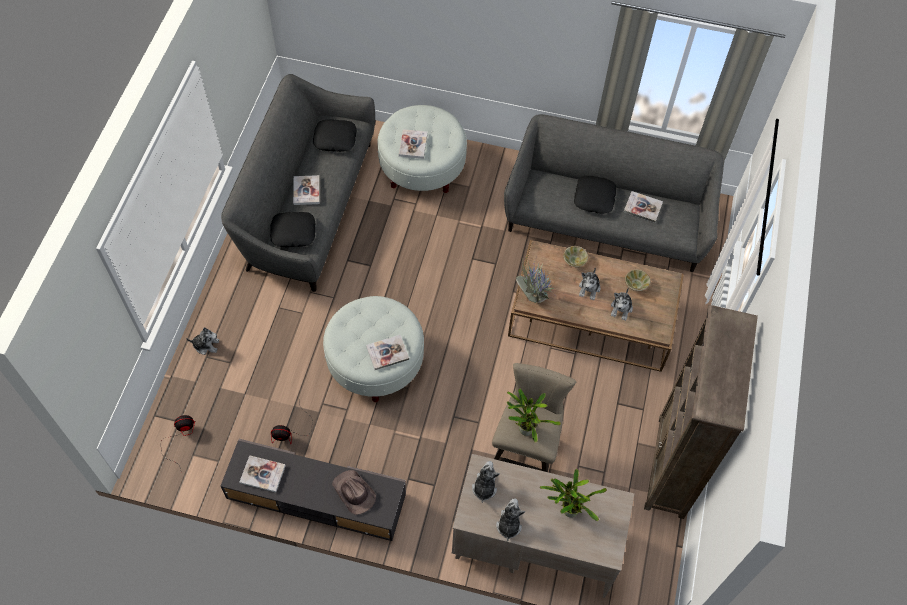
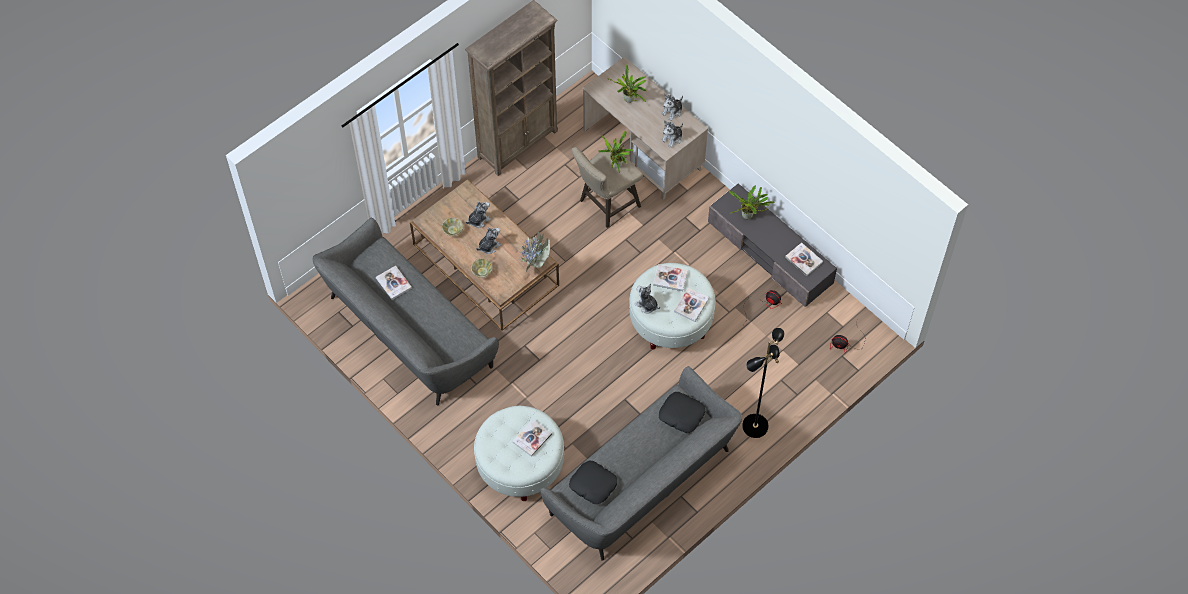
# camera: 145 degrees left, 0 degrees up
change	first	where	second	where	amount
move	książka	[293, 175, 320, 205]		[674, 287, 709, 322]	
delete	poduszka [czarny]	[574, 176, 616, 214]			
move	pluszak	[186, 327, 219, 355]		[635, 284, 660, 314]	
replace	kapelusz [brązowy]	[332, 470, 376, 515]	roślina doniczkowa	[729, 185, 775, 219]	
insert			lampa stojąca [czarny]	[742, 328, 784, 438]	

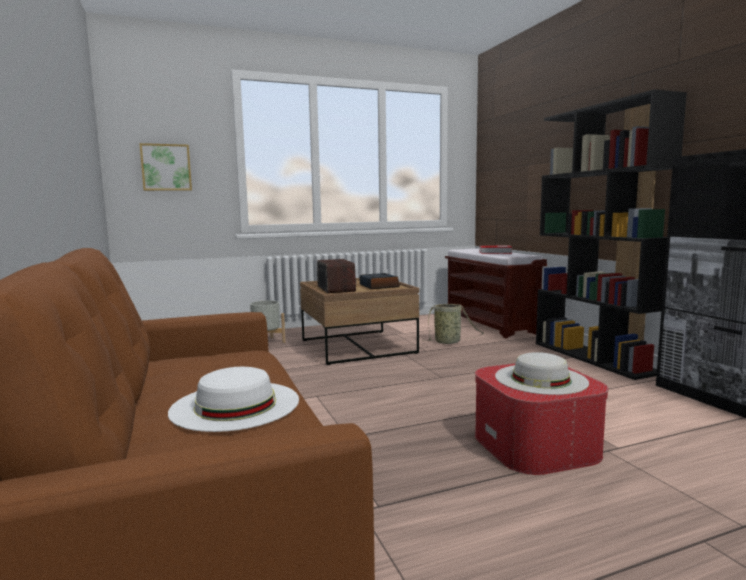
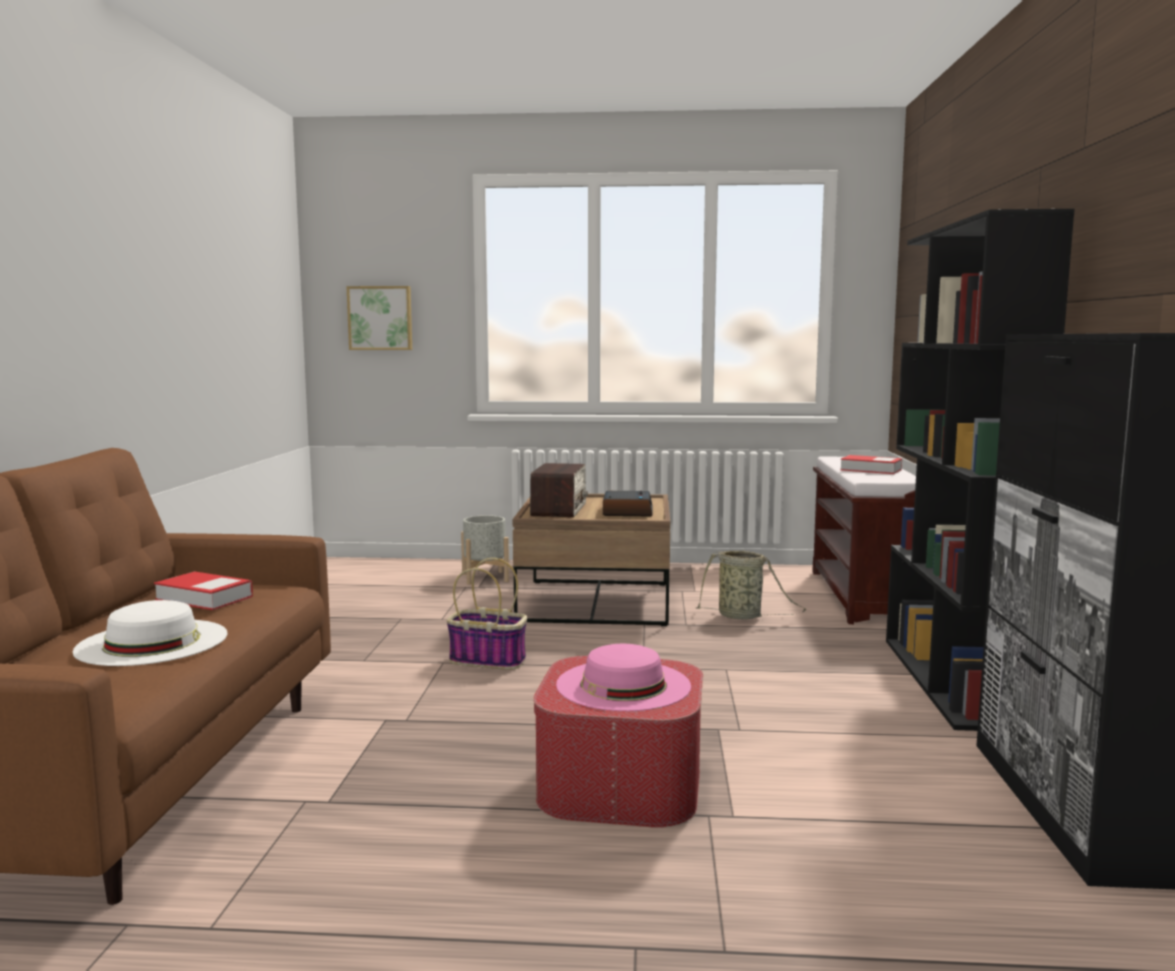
# camera: 25 degrees right, 0 degrees up
change	first	where	second	where	amount
recolor	kapelusz [biały]	[495, 352, 589, 395]	kapelusz [różowy]	[556, 644, 691, 711]	
insert			koszyk	[446, 558, 527, 670]	
insert			książka	[154, 571, 253, 610]	

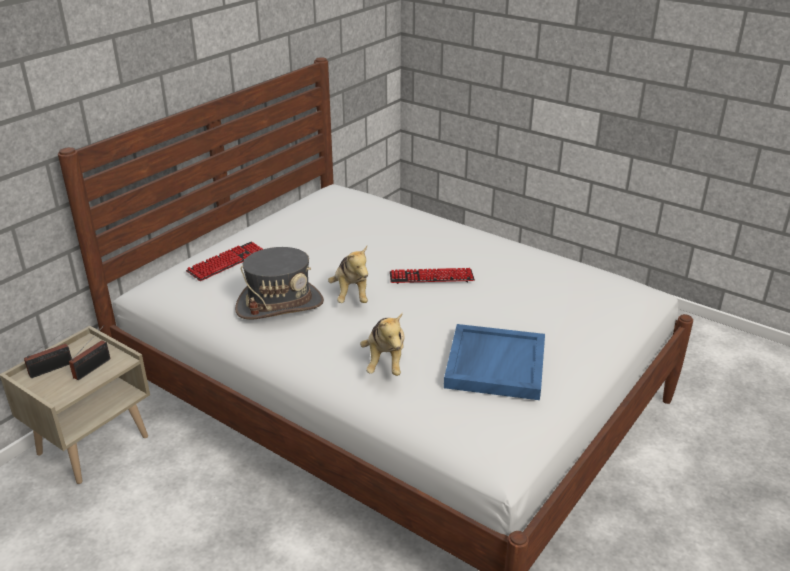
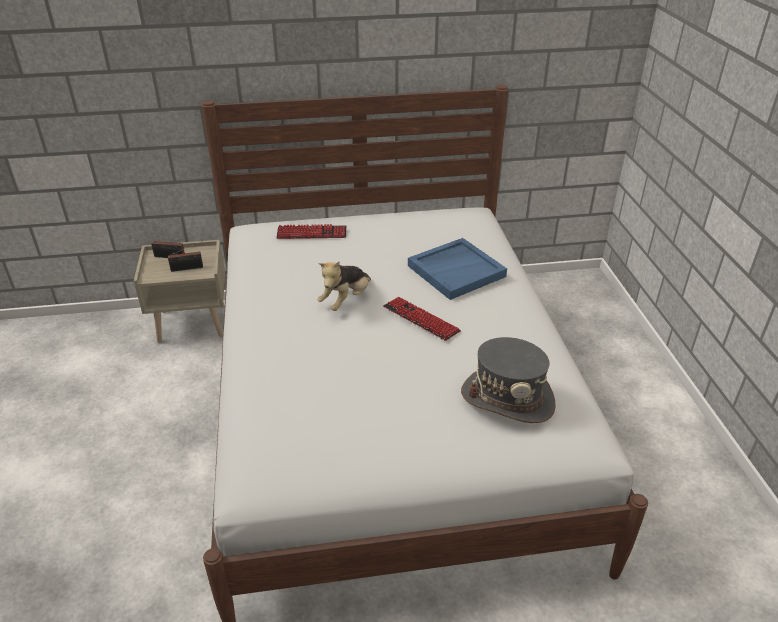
# camera: 45 degrees right, 5 degrees up
change	first	where	second	where	amount
move	kapelusz [szary]	[235, 247, 324, 320]		[461, 337, 555, 423]	
delete	pluszak	[360, 313, 405, 376]			
move	taca [niebieski]	[444, 324, 545, 400]		[408, 238, 507, 300]	

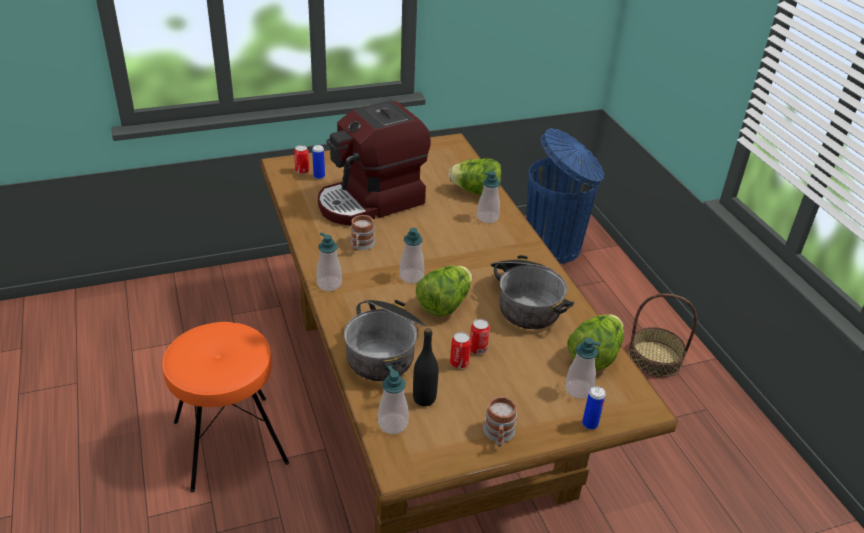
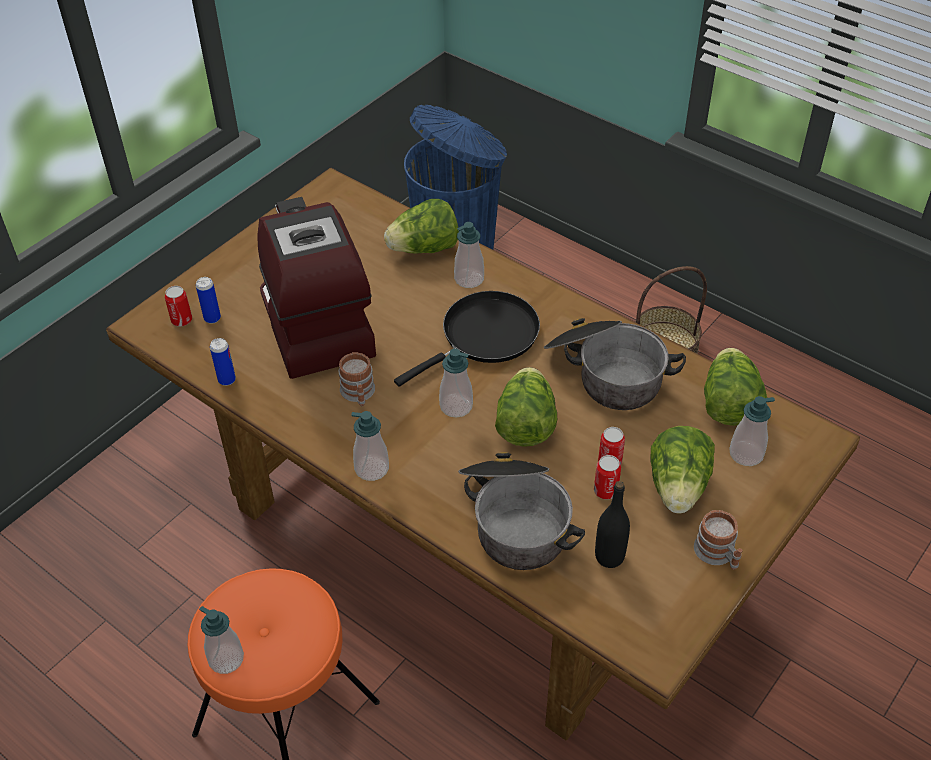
# camera: 30 degrees left, 10 degrees up
change	first	where	second	where	amount
rotate	ekspres do kawy	[318, 100, 431, 225]		[258, 197, 376, 379]	135 degrees clockwise
move	dozownik mydła	[378, 366, 408, 434]		[199, 606, 244, 674]	
move	puszka	[582, 386, 606, 430]		[210, 338, 236, 386]	
insert			patelnia [czarny]	[394, 291, 540, 386]	
insert			sałata	[650, 426, 715, 513]	

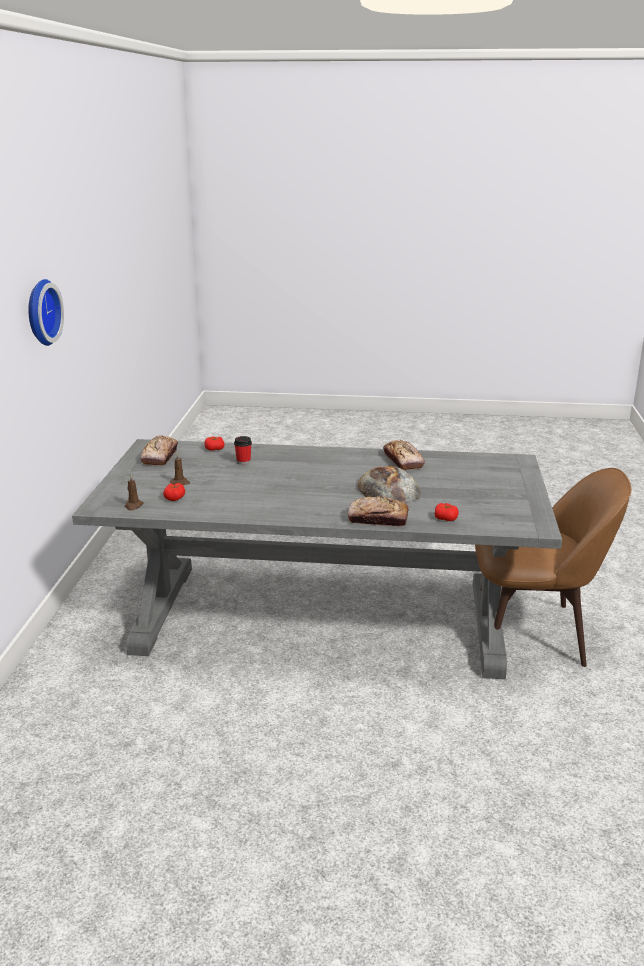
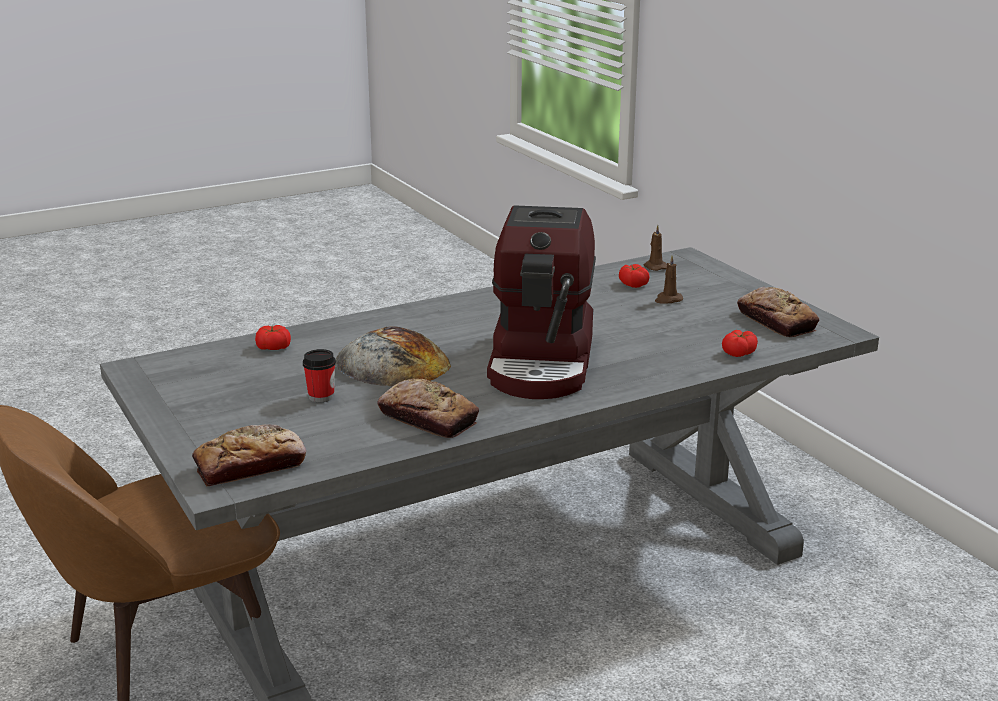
# camera: 145 degrees right, 0 degrees up
change	first	where	second	where	amount
delete	zegar ścienny	[28, 279, 64, 346]			
move	filiżanka	[234, 436, 252, 465]		[303, 349, 336, 402]	
move	chleb	[348, 496, 409, 527]		[192, 424, 306, 486]	
insert			ekspres do kawy	[487, 205, 596, 399]	

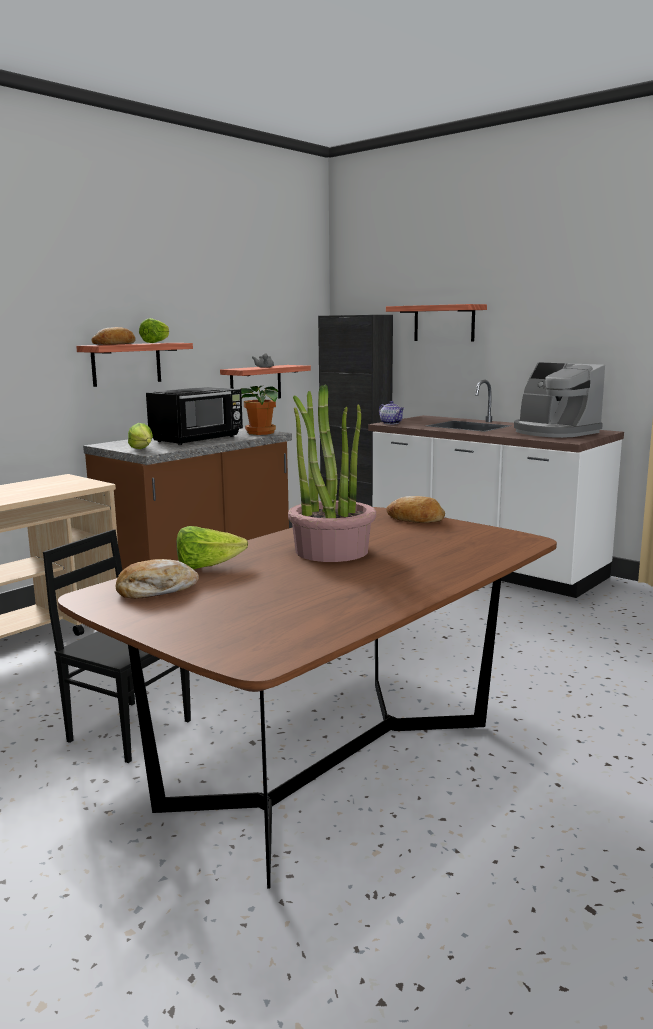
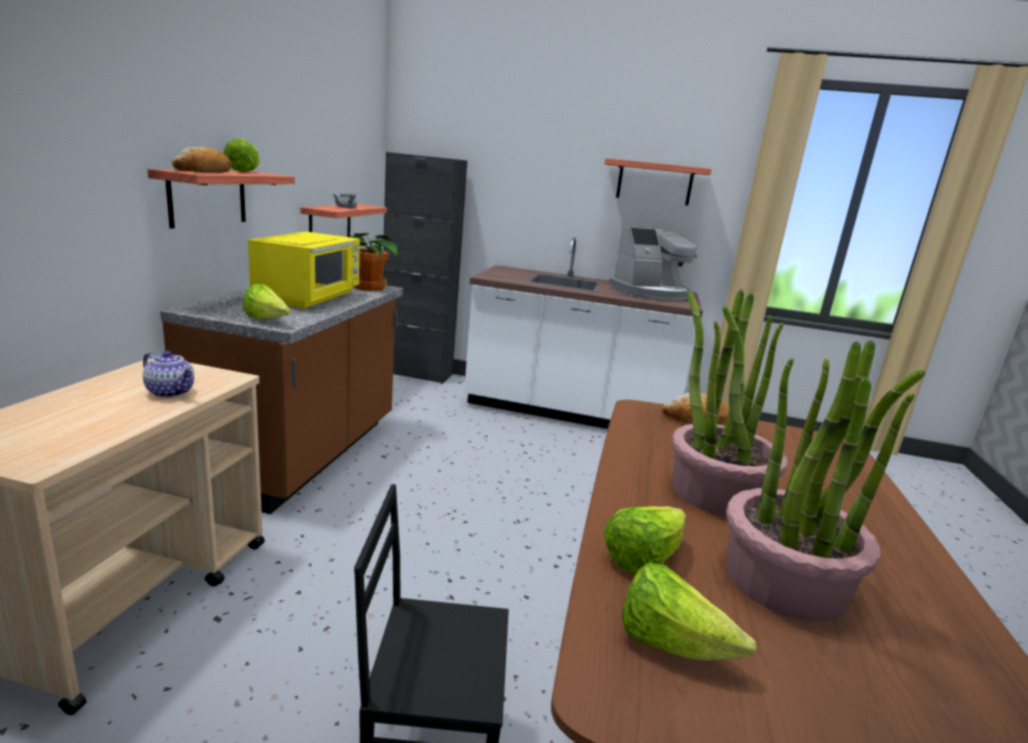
# camera: 30 degrees left, 5 degrees up
change	first	where	second	where	amount
move	półka	[386, 304, 487, 341]		[604, 158, 712, 205]	
rotate	ekspres do kawy	[514, 362, 605, 438]		[609, 227, 697, 301]	45 degrees counterclockwise
recolor	mikrofalówka [czarny]	[146, 387, 243, 445]	mikrofalówka [żółty]	[248, 231, 360, 310]	
move	imbryk	[379, 401, 404, 425]		[143, 351, 194, 398]	
replace	chleb	[115, 559, 199, 599]	sałata	[622, 563, 757, 661]	
insert			roślina doniczkowa	[726, 340, 926, 622]	

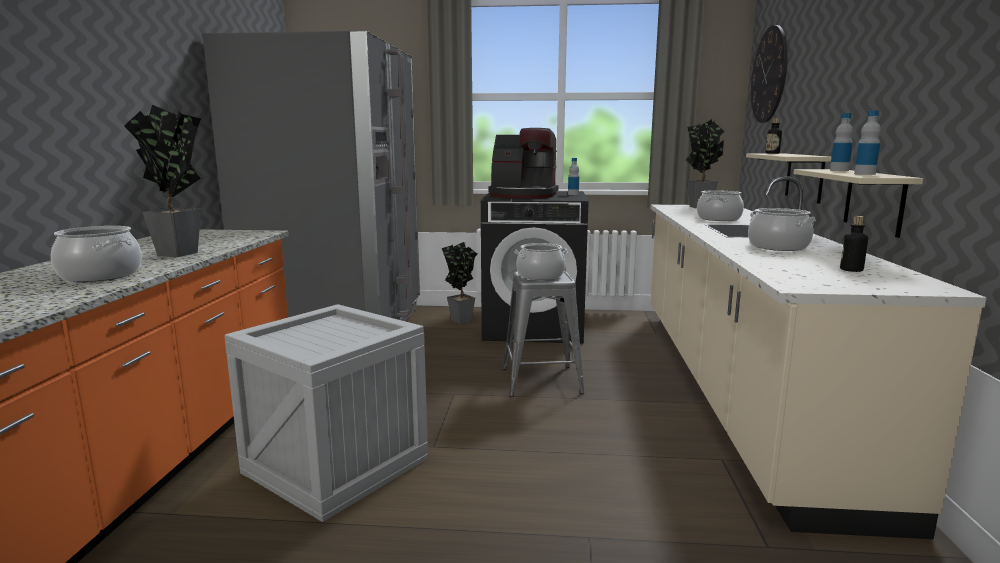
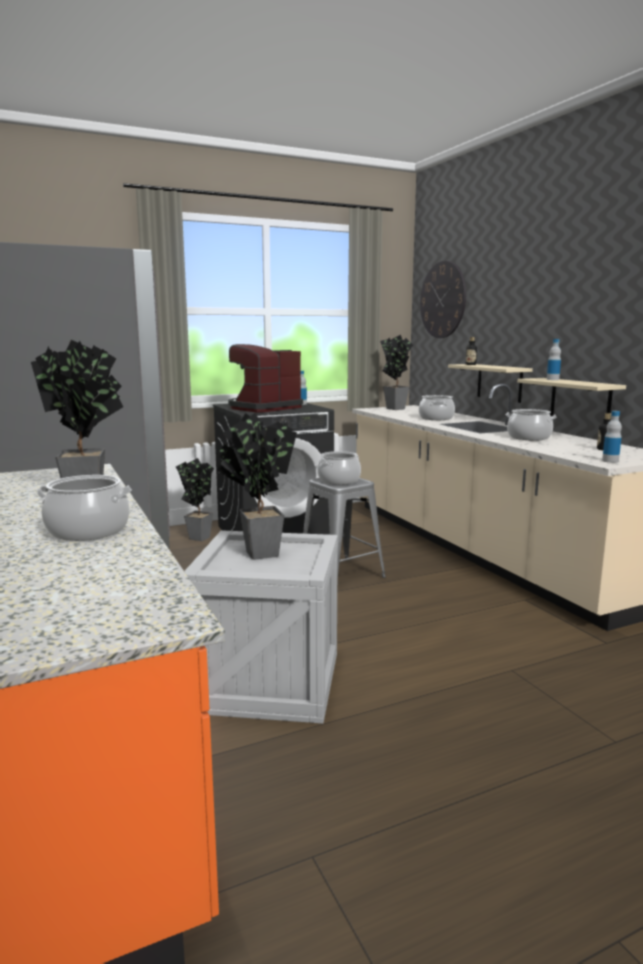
# camera: 30 degrees left, 0 degrees up
change	first	where	second	where	amount
move	butelka	[854, 110, 881, 175]		[602, 411, 622, 463]	
rotate	ekspres do kawy	[488, 128, 559, 198]		[228, 344, 303, 413]	150 degrees clockwise
insert			roślina doniczkowa	[216, 413, 297, 560]	

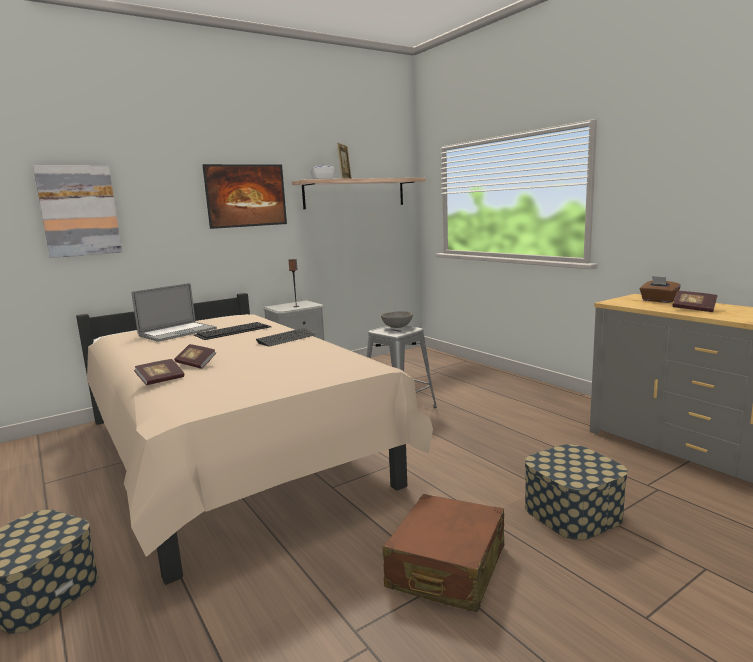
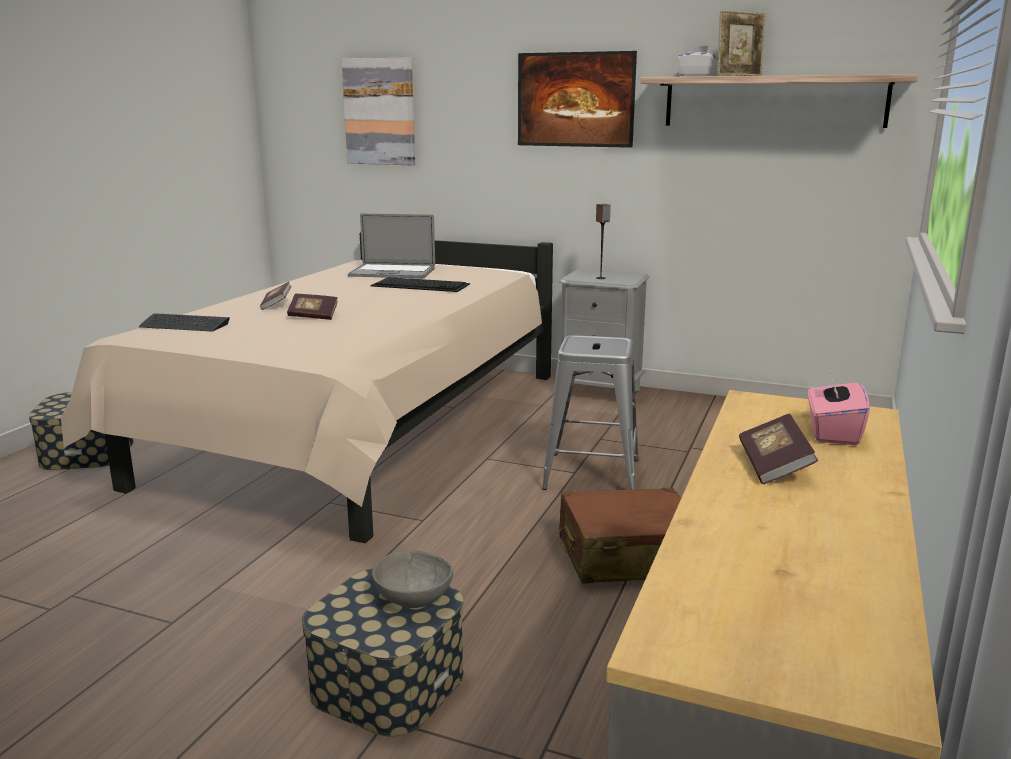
# camera: 55 degrees right, 5 degrees up
change	first	where	second	where	amount
recolor	pudełko chusteczek [brązowy]	[640, 276, 681, 303]	pudełko chusteczek [różowy]	[808, 369, 870, 445]	
move	miska [szary]	[381, 311, 413, 328]		[372, 550, 453, 608]	
move	klawiatura	[256, 328, 315, 347]		[139, 313, 230, 331]	
move	książka	[134, 359, 184, 385]		[287, 294, 338, 320]	
move	walizka [brązowy]	[383, 494, 504, 613]		[557, 488, 681, 584]	

